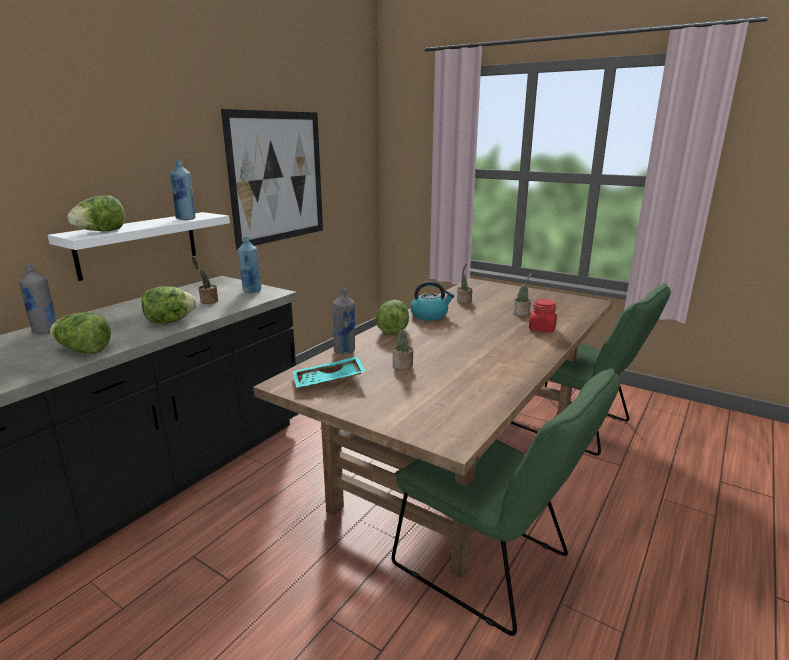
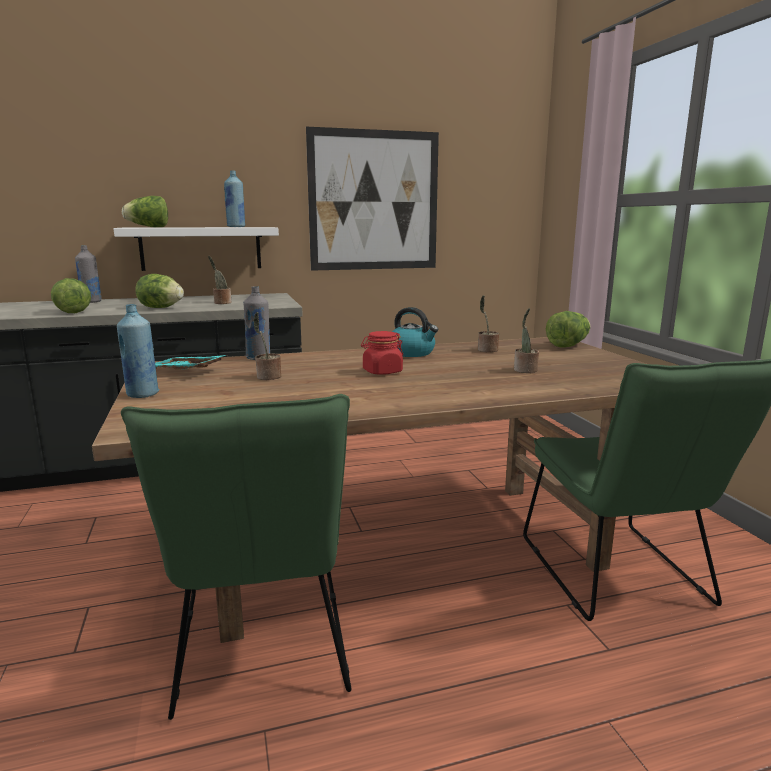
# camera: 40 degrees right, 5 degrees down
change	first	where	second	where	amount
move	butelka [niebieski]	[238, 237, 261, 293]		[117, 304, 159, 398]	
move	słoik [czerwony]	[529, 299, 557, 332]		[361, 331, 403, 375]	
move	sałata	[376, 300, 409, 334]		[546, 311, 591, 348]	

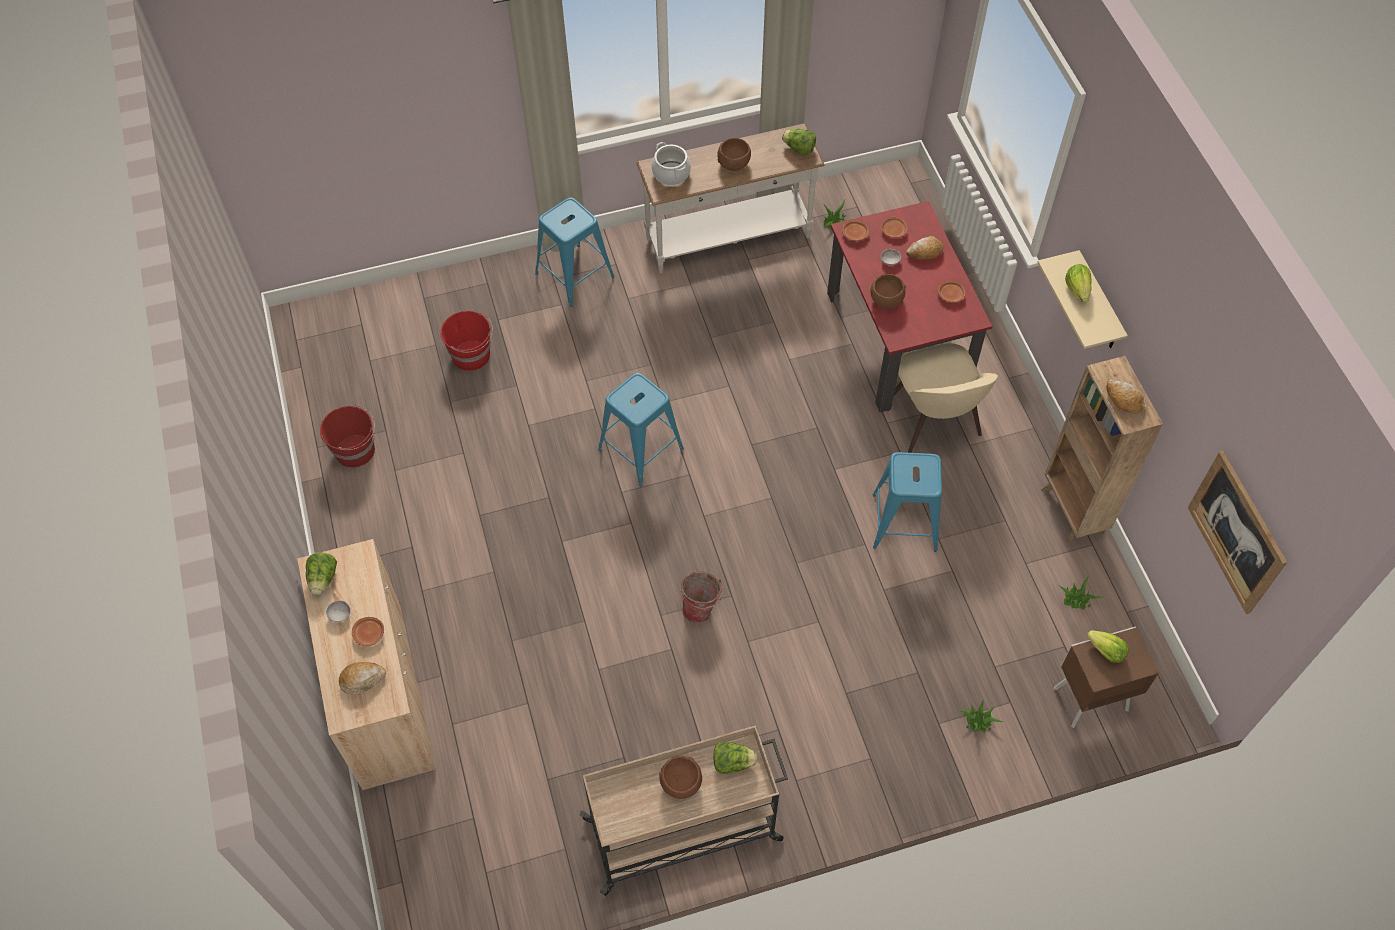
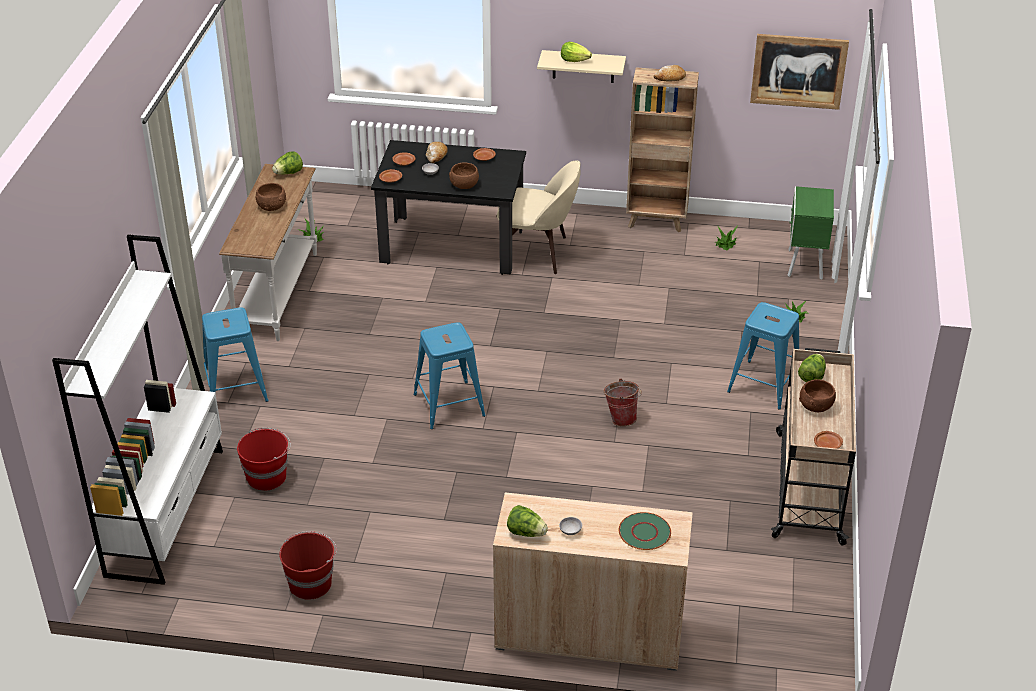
# camera: 65 degrees left, 20 degrees down
change	first	where	second	where	amount
delete	garnek	[652, 142, 691, 185]			
recolor	stół jadalny [czerwony]	[827, 201, 993, 412]	stół jadalny [czarny]	[371, 140, 526, 275]	
move	stołek [niebieski]	[873, 452, 942, 552]		[727, 302, 799, 410]	
move	talerz [brązowy]	[352, 617, 384, 646]		[814, 431, 843, 449]	
recolor	szafka nocna [brązowy]	[1054, 626, 1159, 728]	szafka nocna [zielony]	[787, 186, 834, 280]	
delete	sałata	[1087, 630, 1129, 663]			
replace	chleb	[339, 662, 386, 694]	talerz [zielony]	[619, 512, 671, 550]	
insert			regał [biały]	[52, 235, 223, 585]	

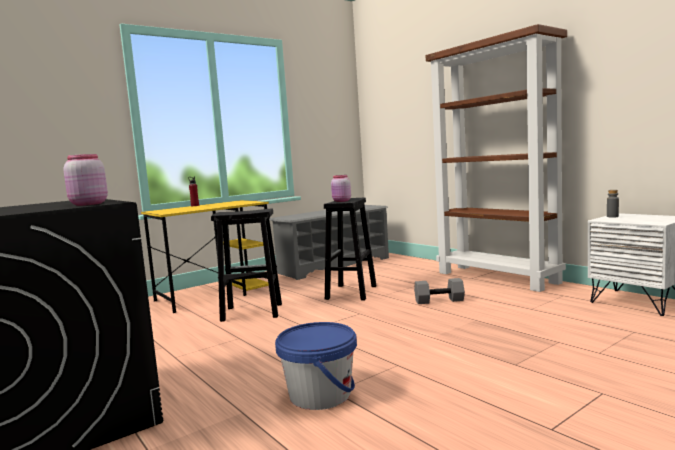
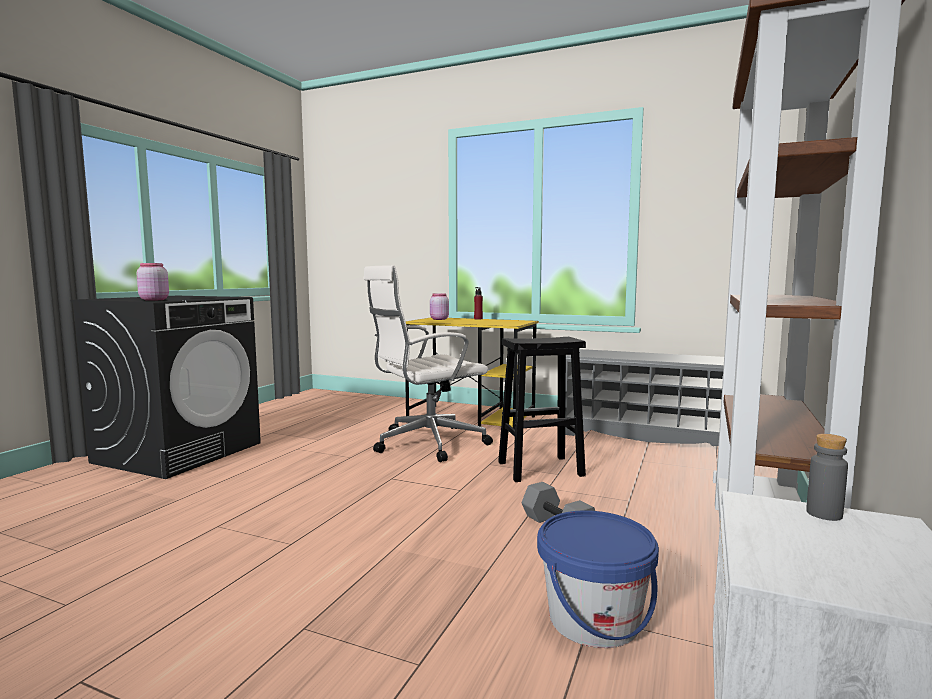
# camera: 60 degrees right, 0 degrees up
change	first	where	second	where	amount
move	słoik [różowy]	[331, 175, 351, 202]		[430, 293, 449, 320]	
replace	stołek [czarny]	[211, 208, 282, 322]	krzesło biurowe [biały]	[363, 265, 493, 462]	
move	wiadro [niebieski]	[275, 322, 357, 410]		[537, 510, 659, 648]	

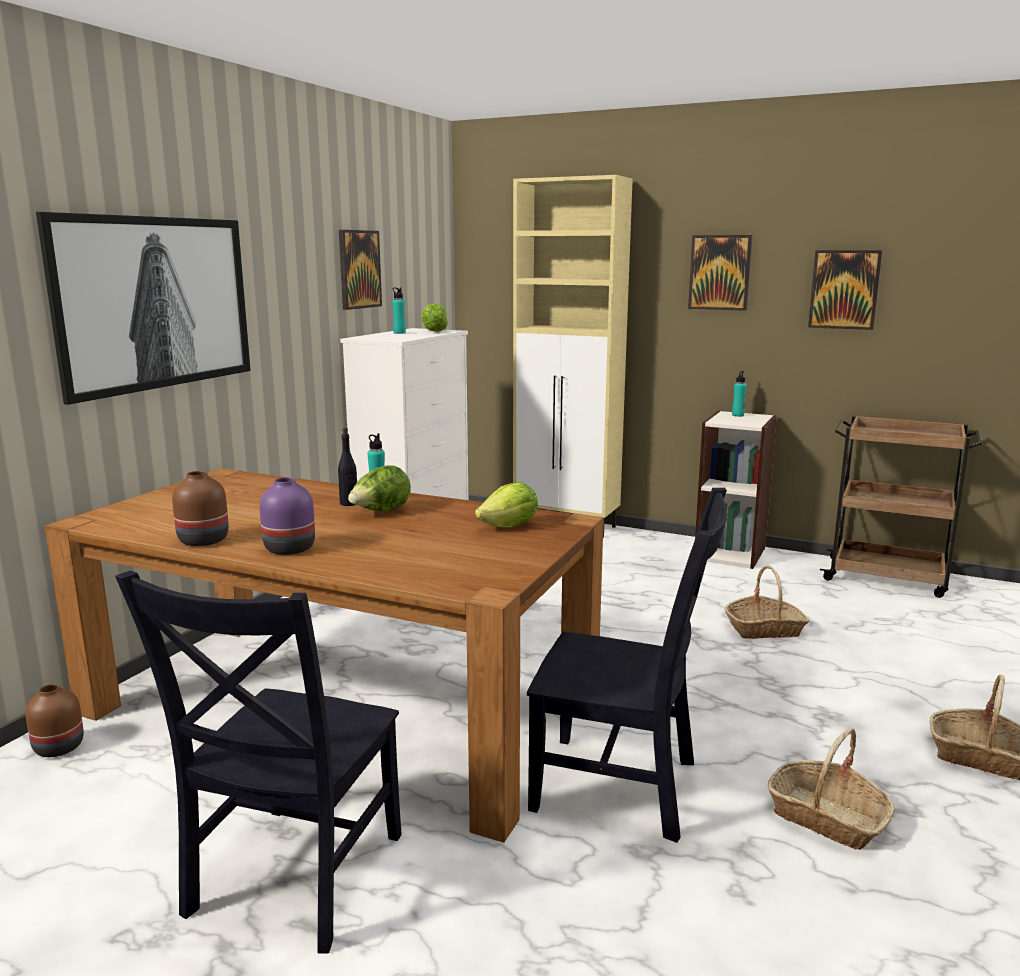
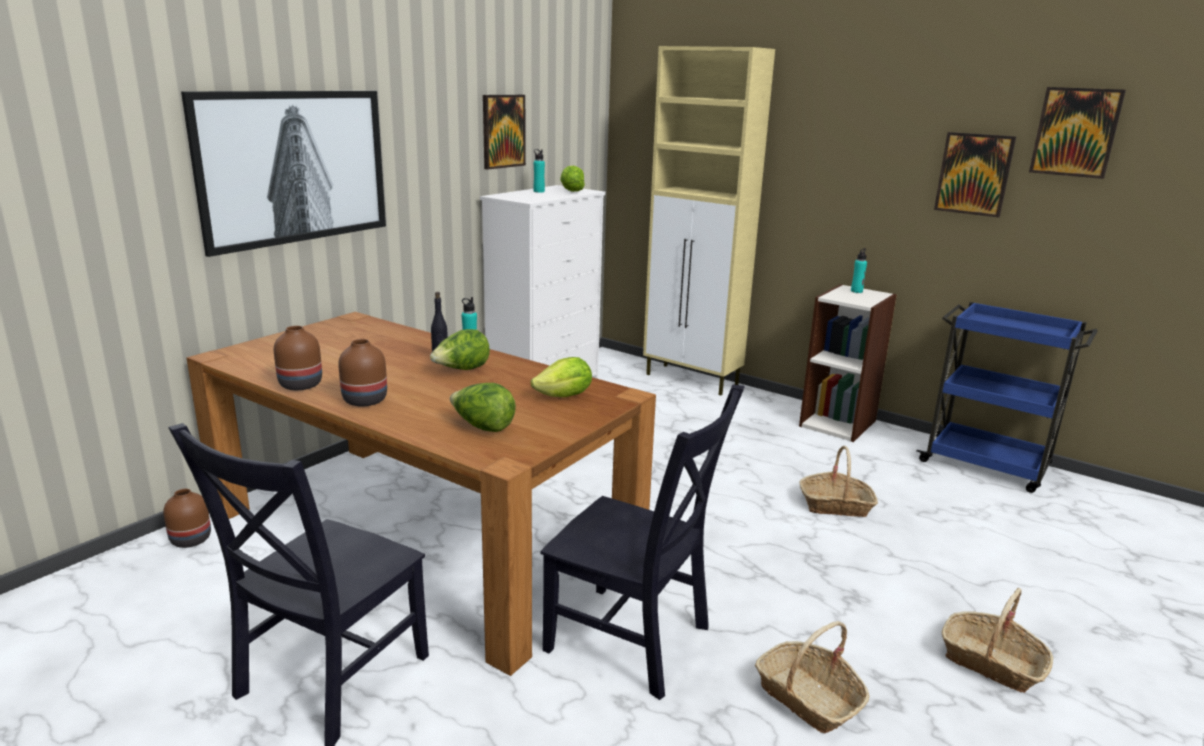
# camera: 10 degrees right, 5 degrees up
change	first	where	second	where	amount
move	obraz	[688, 235, 753, 311]		[1029, 87, 1126, 179]	
recolor	wózek [brązowy]	[820, 416, 983, 598]	wózek [niebieski]	[916, 302, 1097, 493]	
recolor	wazon [fioletowy]	[260, 477, 315, 555]	wazon [brązowy]	[338, 339, 387, 406]	
insert			sałata	[450, 383, 516, 432]	

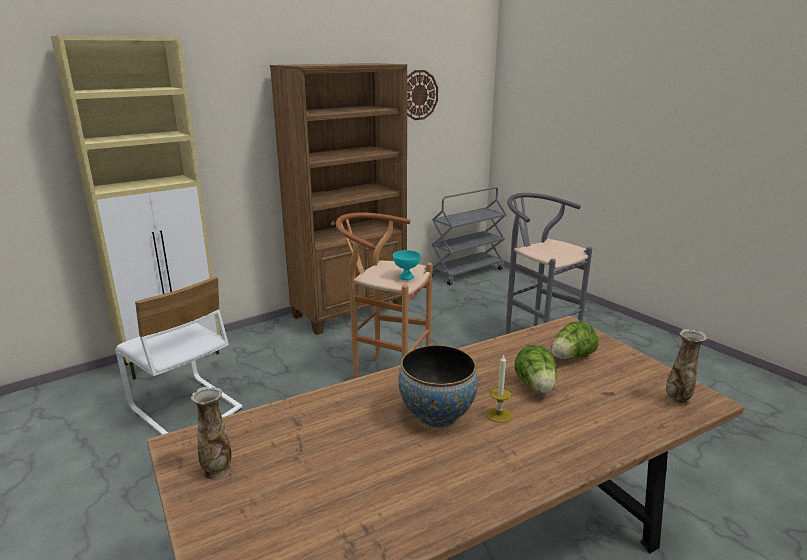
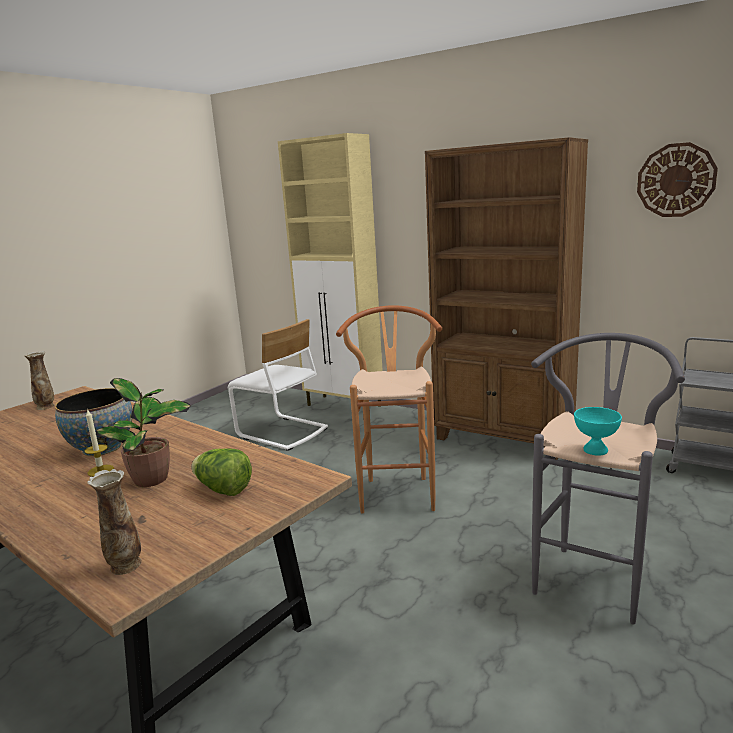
# camera: 70 degrees right, 5 degrees down
change	first	where	second	where	amount
move	miska [turkusowy]	[393, 250, 421, 280]		[574, 407, 622, 456]	
rotate	krzesło [biały]	[115, 276, 242, 435]		[228, 319, 328, 451]	75 degrees counterclockwise
replace	sałata	[515, 344, 557, 393]	roślina doniczkowa	[96, 378, 191, 487]	

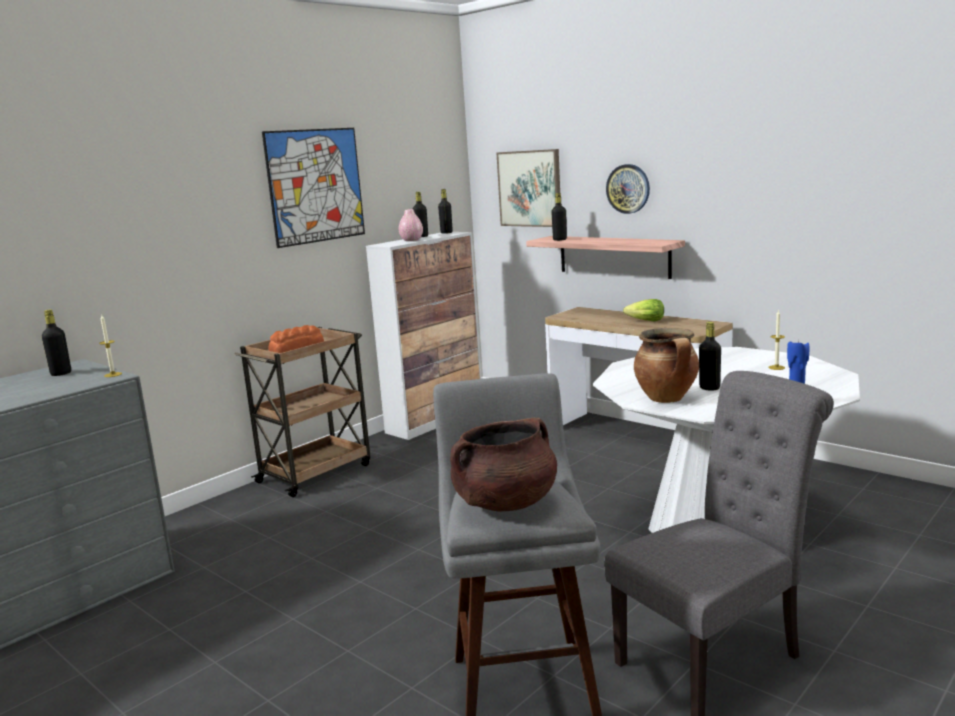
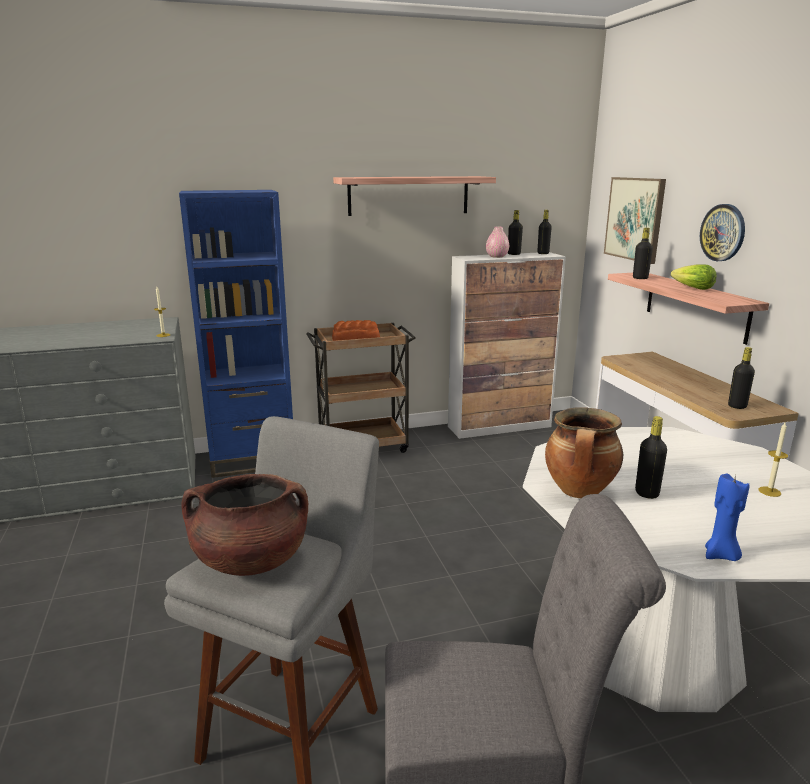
# camera: 30 degrees right, 5 degrees up
change	first	where	second	where	amount
replace	obraz	[262, 128, 365, 248]	półka	[333, 176, 496, 216]	
move	sałata	[623, 299, 664, 321]		[671, 265, 717, 290]	
move	butelka [czarny]	[42, 309, 71, 376]		[728, 347, 755, 409]	
insert			regał [niebieski]	[179, 190, 293, 478]	

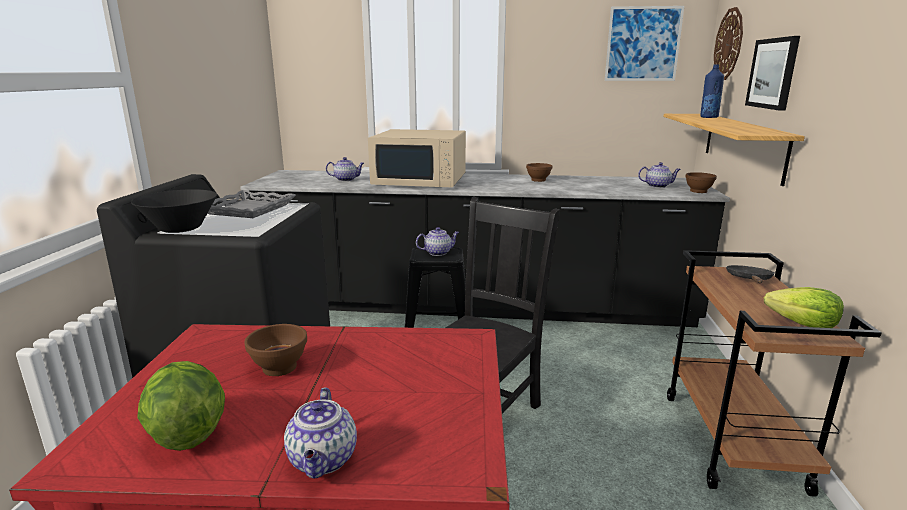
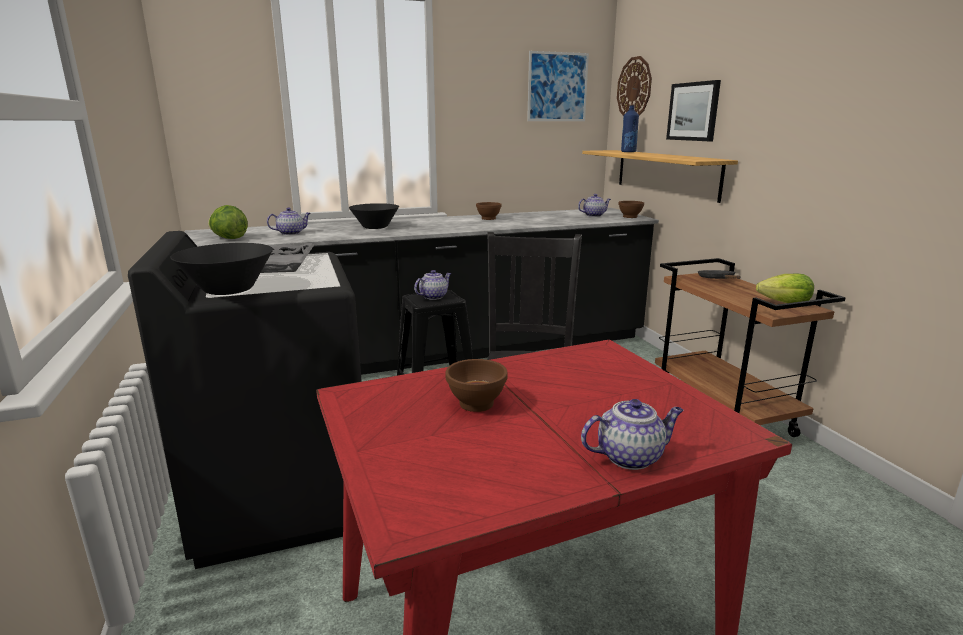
# camera: 25 degrees left, 0 degrees up
change	first	where	second	where	amount
replace	mikrofalówka [beżowy]	[368, 129, 466, 187]	miska [czarny]	[349, 203, 399, 229]	
move	sałata	[137, 361, 225, 451]		[208, 205, 248, 239]	
rotate	imbryk	[284, 388, 357, 478]		[581, 399, 684, 470]	75 degrees counterclockwise

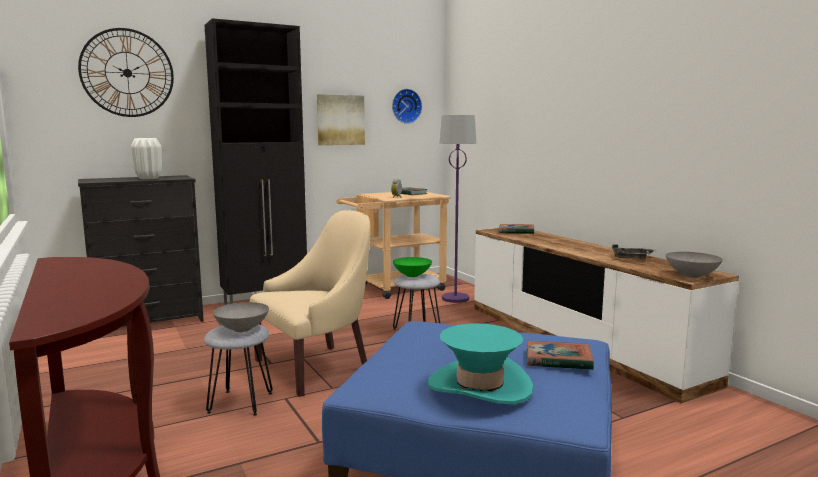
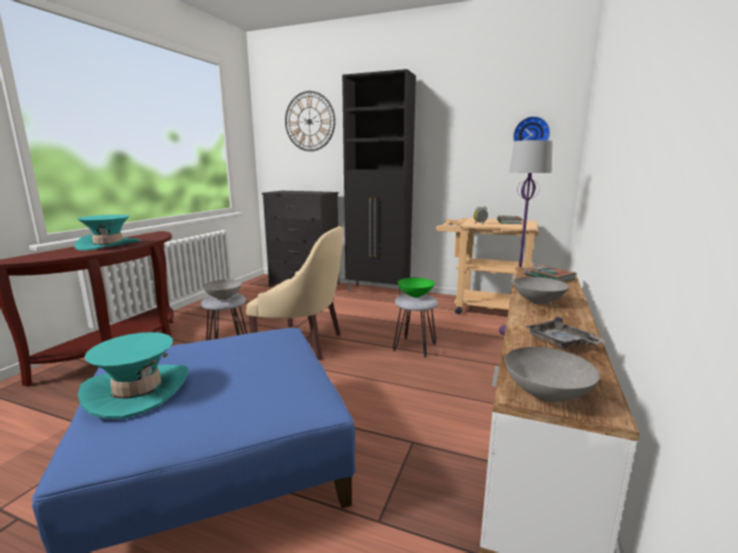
# camera: 50 degrees right, 5 degrees up
change	first	where	second	where	amount
delete	obraz	[317, 94, 365, 145]			
delete	wazon [biały]	[131, 138, 162, 179]			
delete	książka	[526, 341, 594, 370]			
insert			kapelusz [turkusowy]	[74, 215, 141, 251]	
insert			miska [szary]	[513, 277, 569, 305]	

